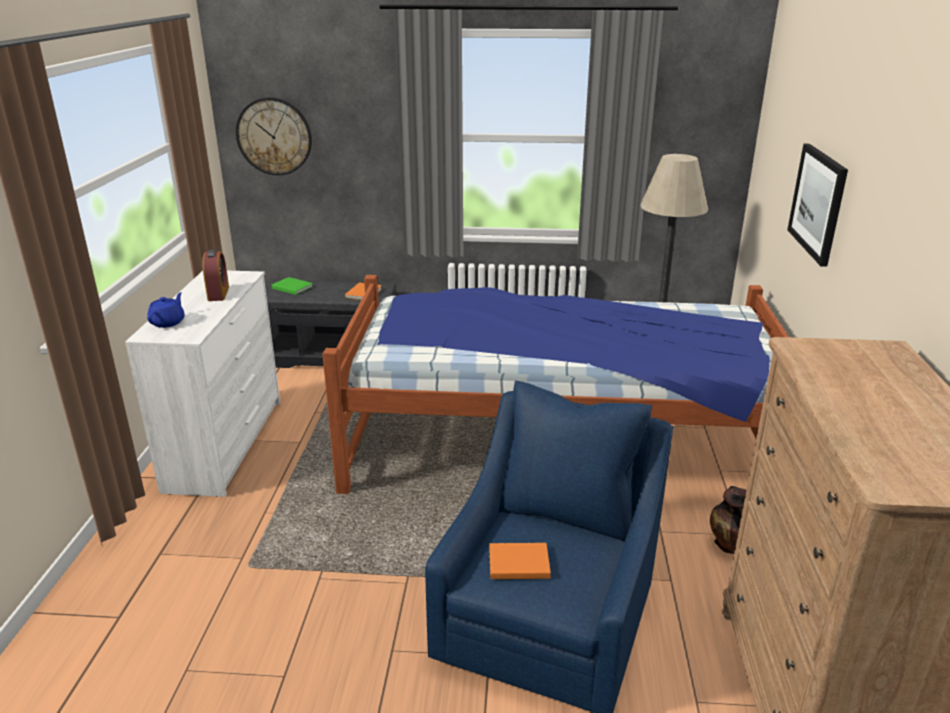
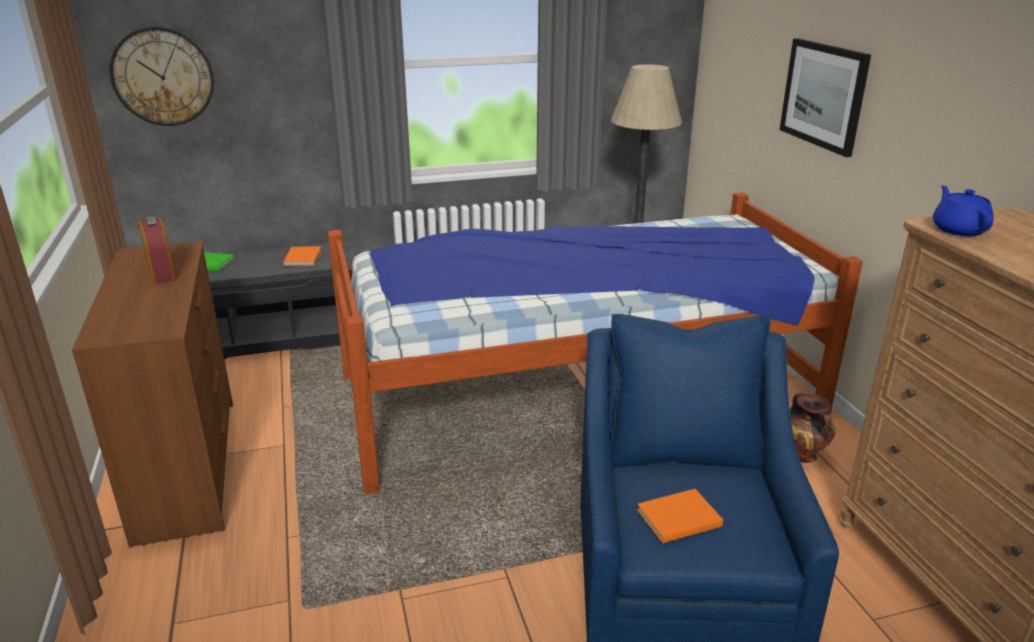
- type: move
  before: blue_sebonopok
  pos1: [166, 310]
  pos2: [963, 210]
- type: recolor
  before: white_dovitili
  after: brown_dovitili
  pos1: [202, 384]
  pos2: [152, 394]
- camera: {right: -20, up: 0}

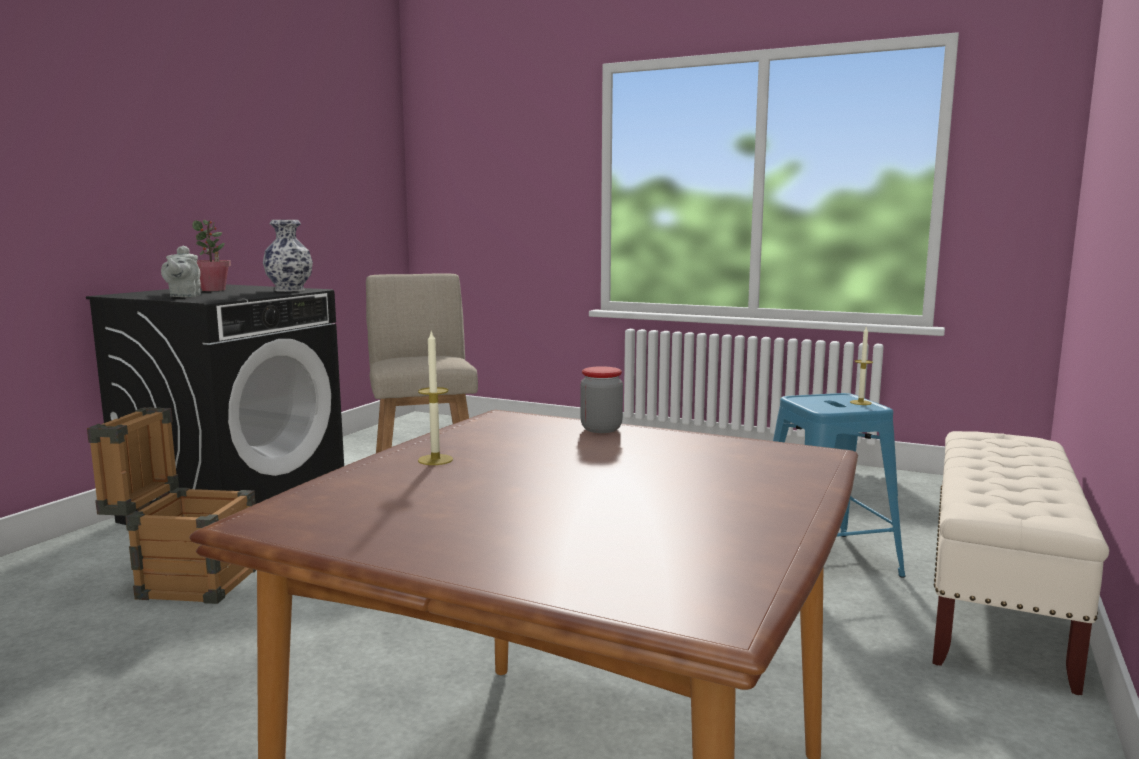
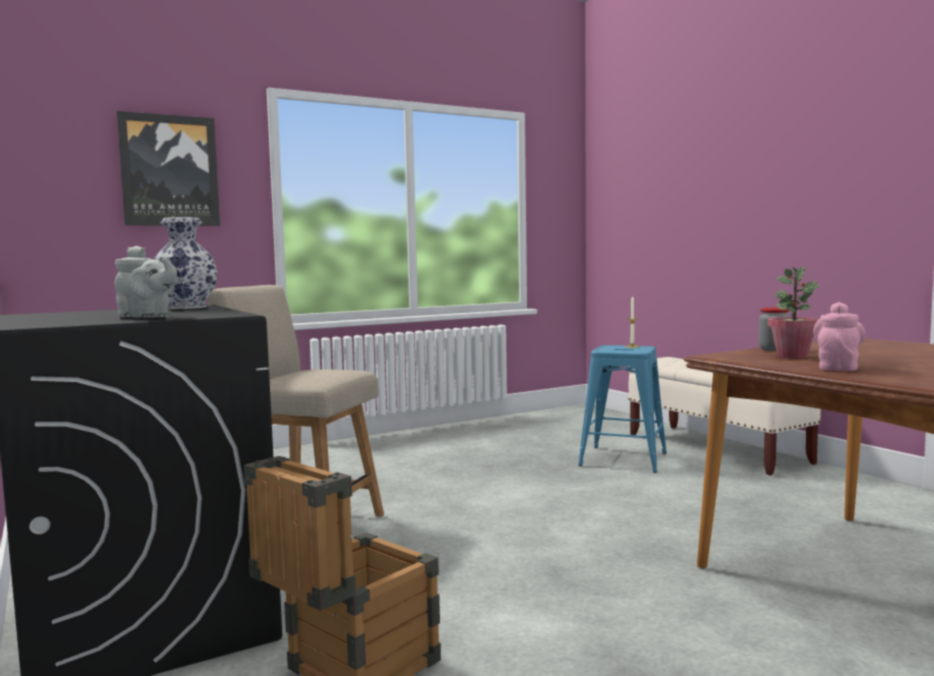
- type: insert
  after: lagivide
  pos2: [168, 168]
- type: move
  before: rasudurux
  pos1: [211, 255]
  pos2: [793, 313]
- type: replace
  before: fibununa
  after: pink_sebonopok
  pos1: [435, 397]
  pos2: [839, 336]
- camera: {right: -55, up: -5}

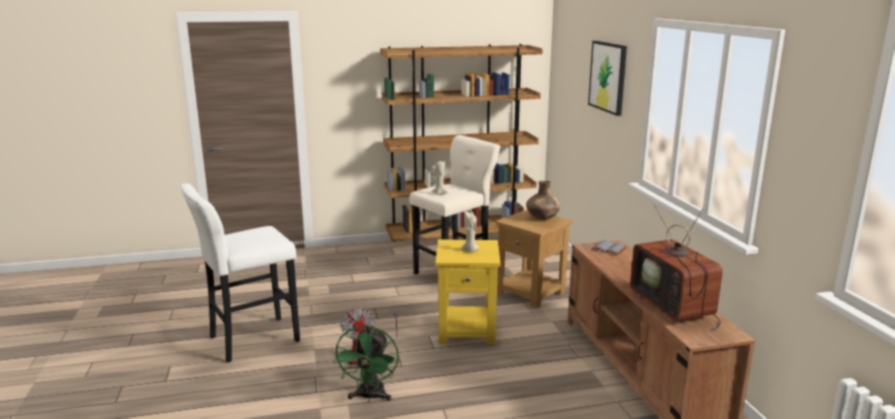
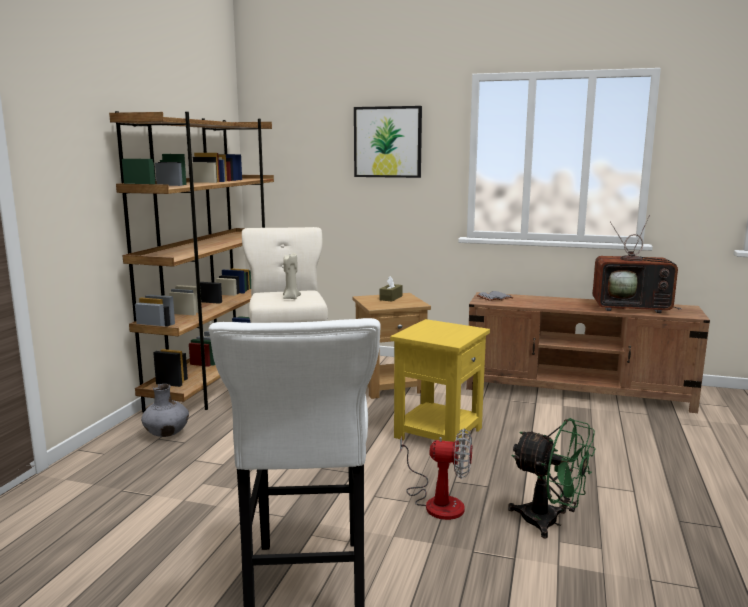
- type: delete
  before: beige_fibununa
  pos1: [470, 232]
- type: insert
  after: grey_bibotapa
  pos2: [165, 410]
- type: replace
  before: brown_bibotapa
  after: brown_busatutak
  pos1: [543, 200]
  pos2: [391, 289]
- camera: {right: -60, up: -5}

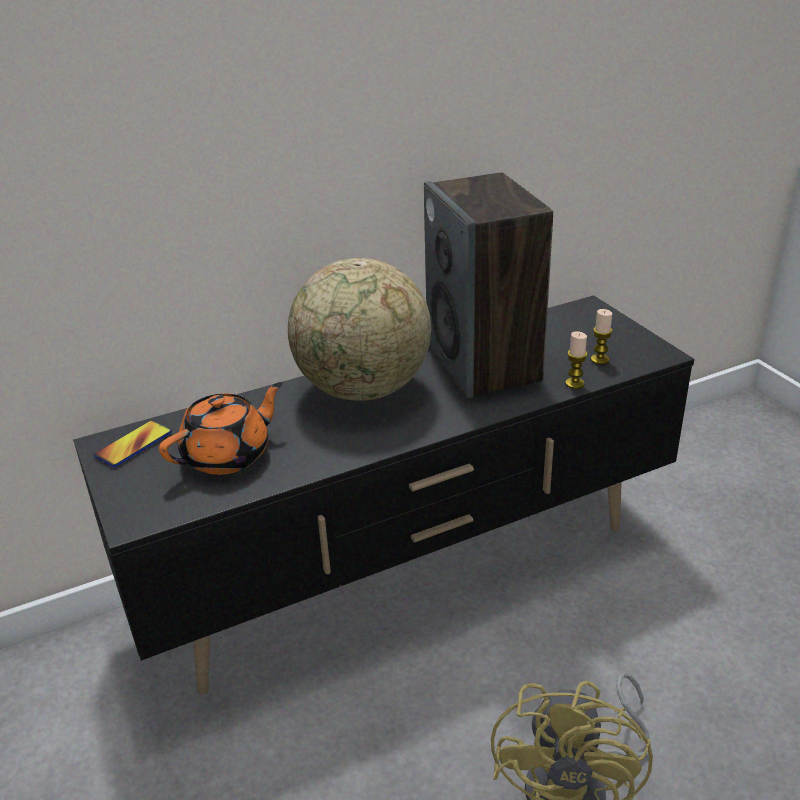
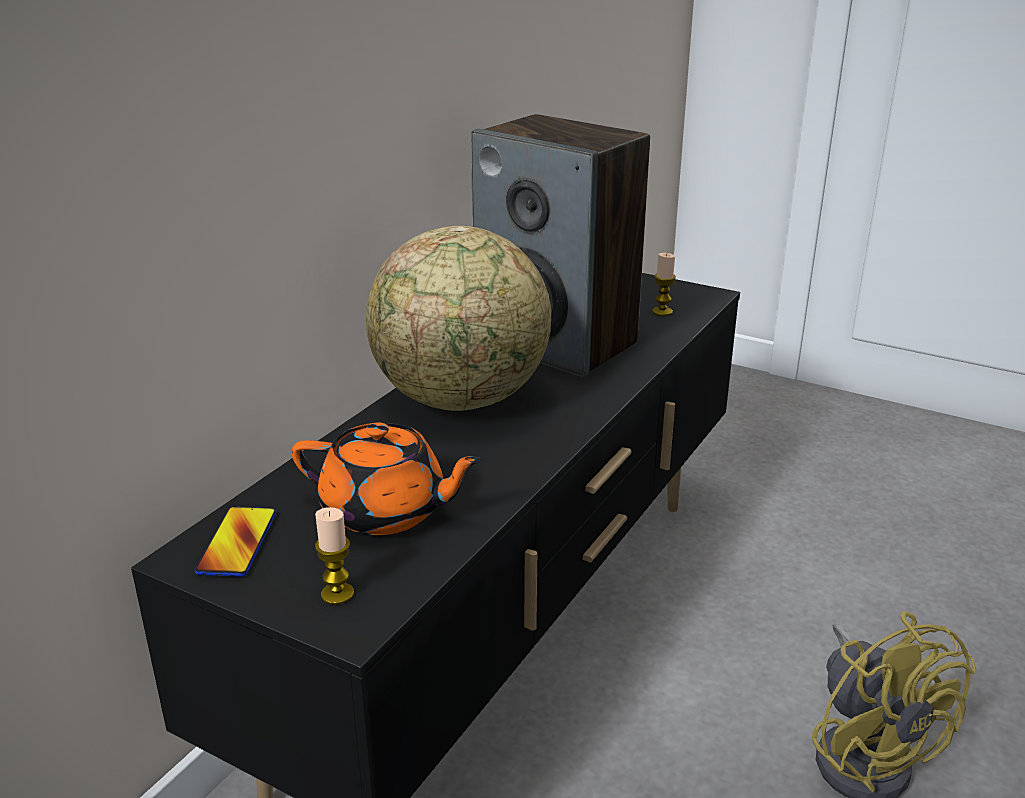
- type: move
  before: fibununa
  pos1: [576, 360]
  pos2: [334, 556]
- type: rotate
  before: orange_sebonopok
  pos1: [221, 428]
  pos2: [387, 478]
  turn: 90
- camera: {right: -35, up: -5}

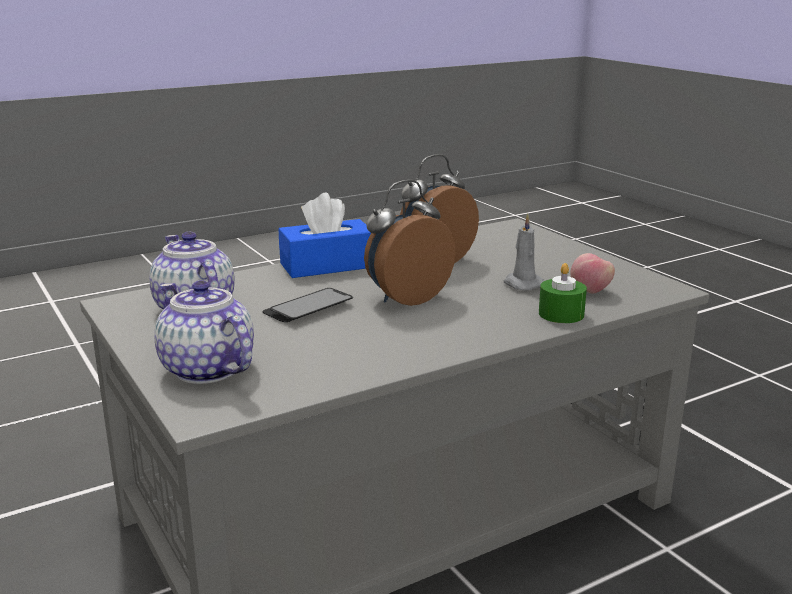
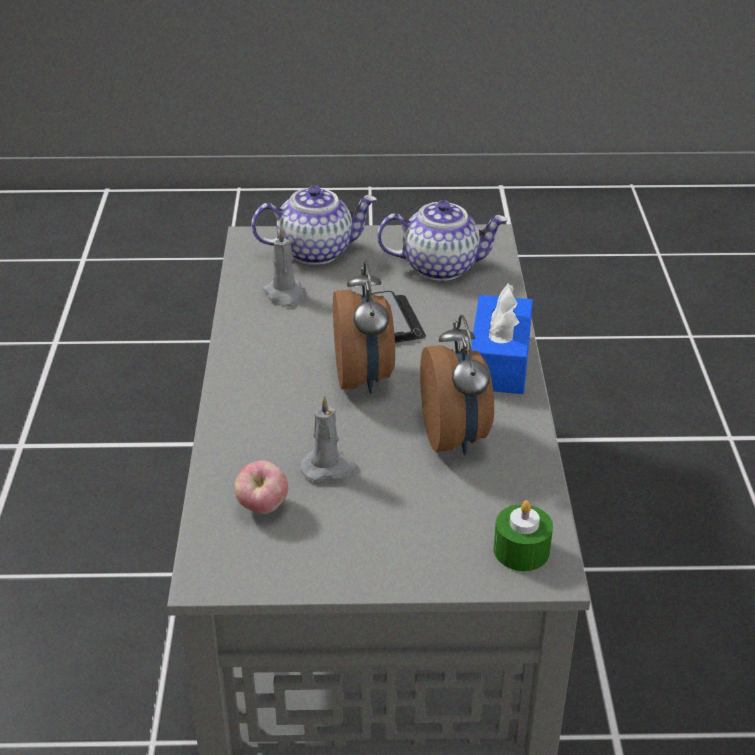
- type: insert
  after: grey_fibununa
  pos2: [283, 267]
- type: move
  before: green_fibununa
  pos1: [563, 293]
  pos2: [523, 535]
- camera: {right: 120, up: 15}

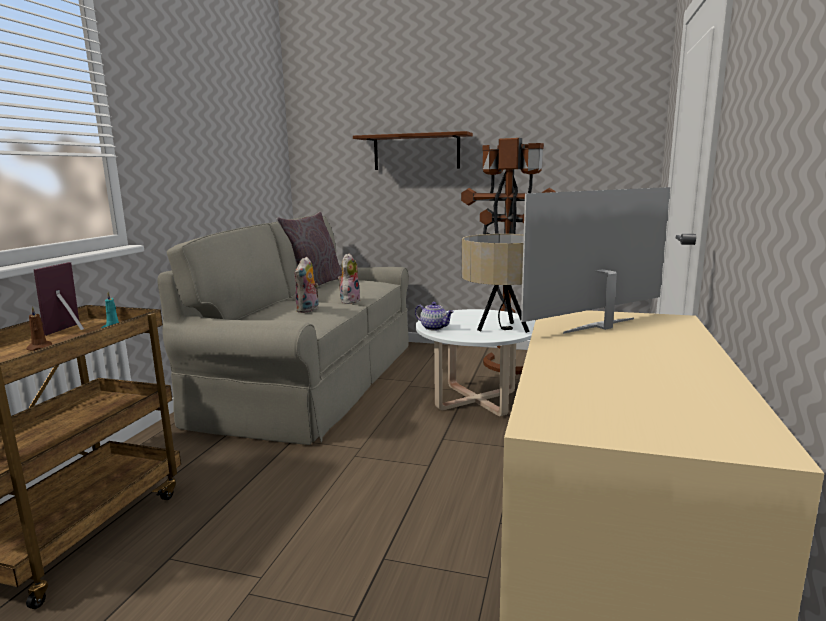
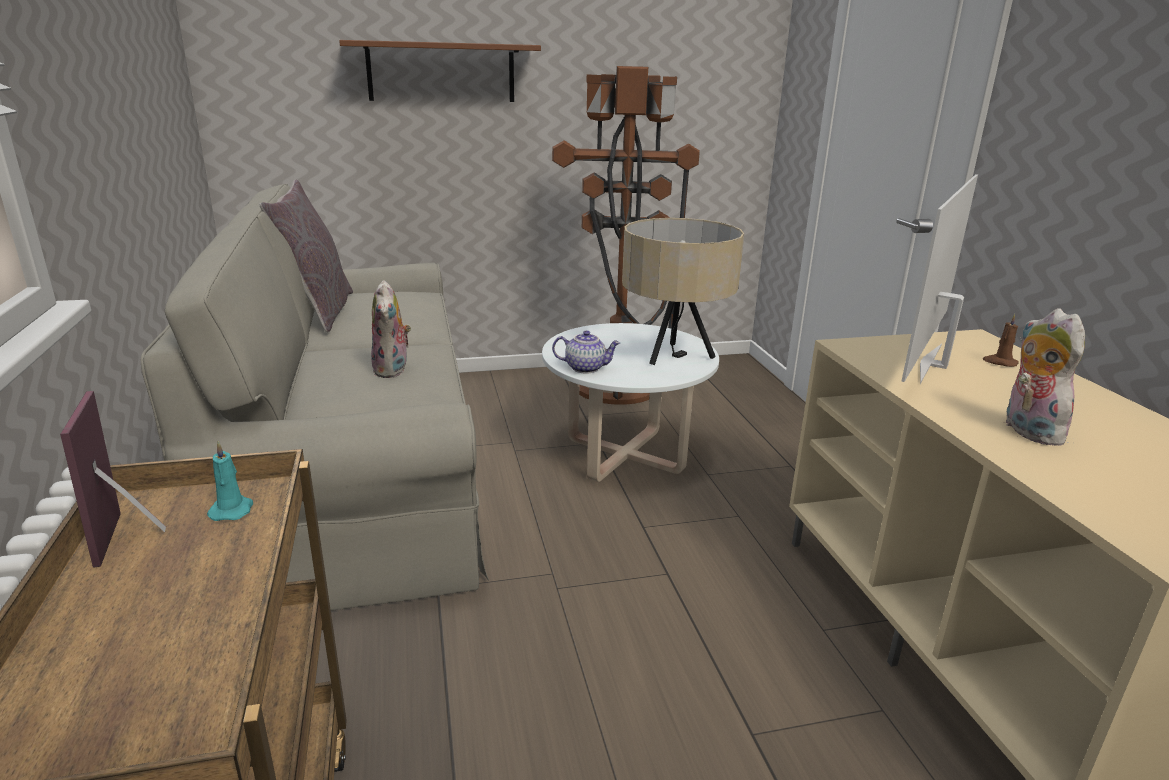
- type: move
  before: brown_fibununa
  pos1: [39, 328]
  pos2: [1001, 340]
- type: move
  before: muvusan
  pos1: [349, 278]
  pos2: [1045, 377]
- camera: {right: -30, up: 10}

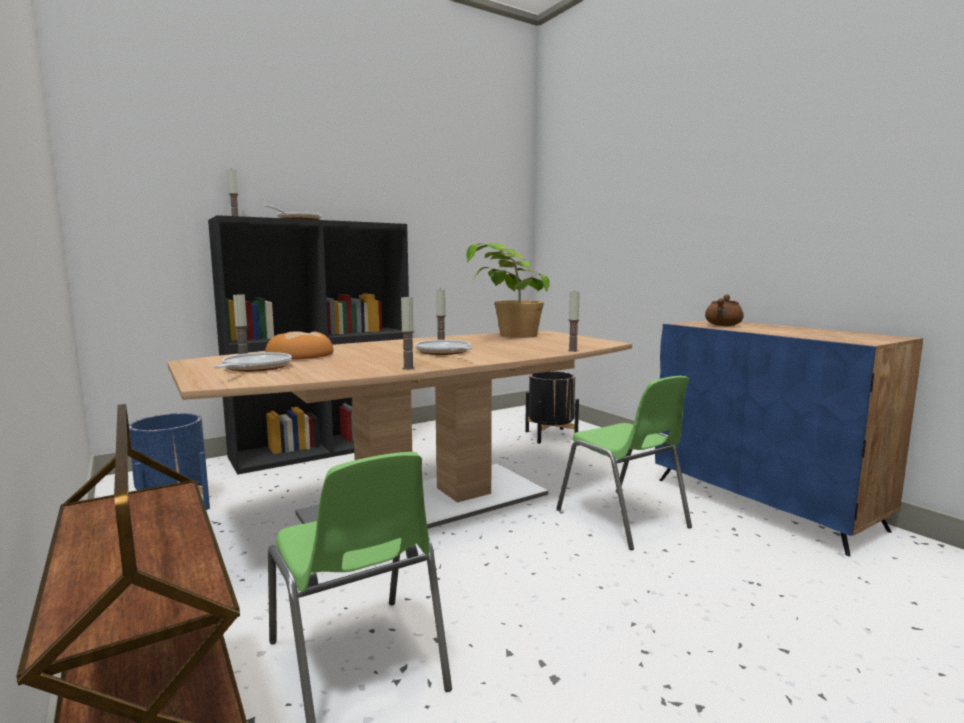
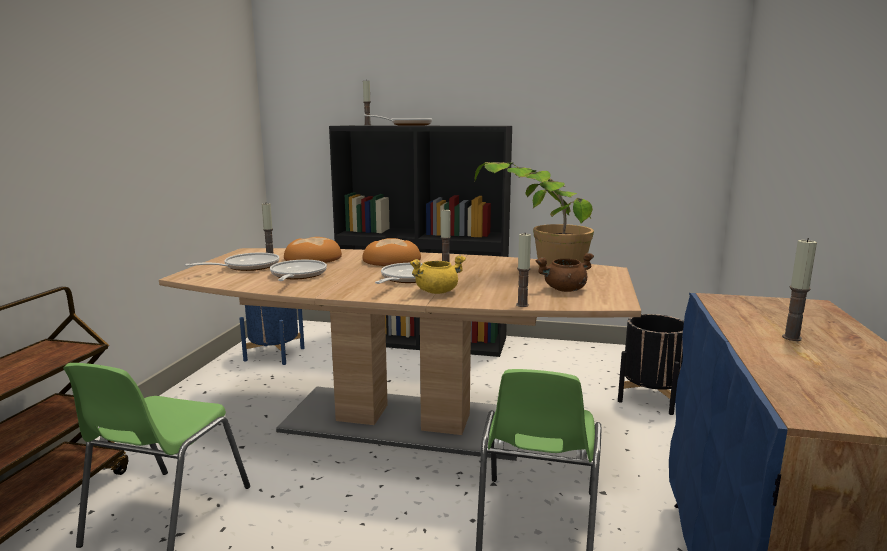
- type: insert
  after: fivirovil
  pos2: [298, 270]
- type: insert
  after: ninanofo
  pos2: [391, 252]
- type: insert
  after: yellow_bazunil
  pos2: [438, 274]
- type: move
  before: fibununa
  pos1: [408, 333]
  pos2: [799, 289]
- type: move
  before: brown_bazunil
  pos1: [724, 310]
  pos2: [564, 272]
- camera: {right: 45, up: 5}

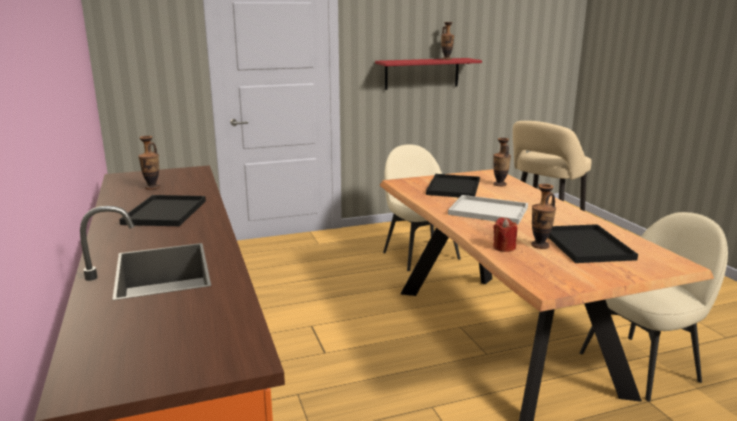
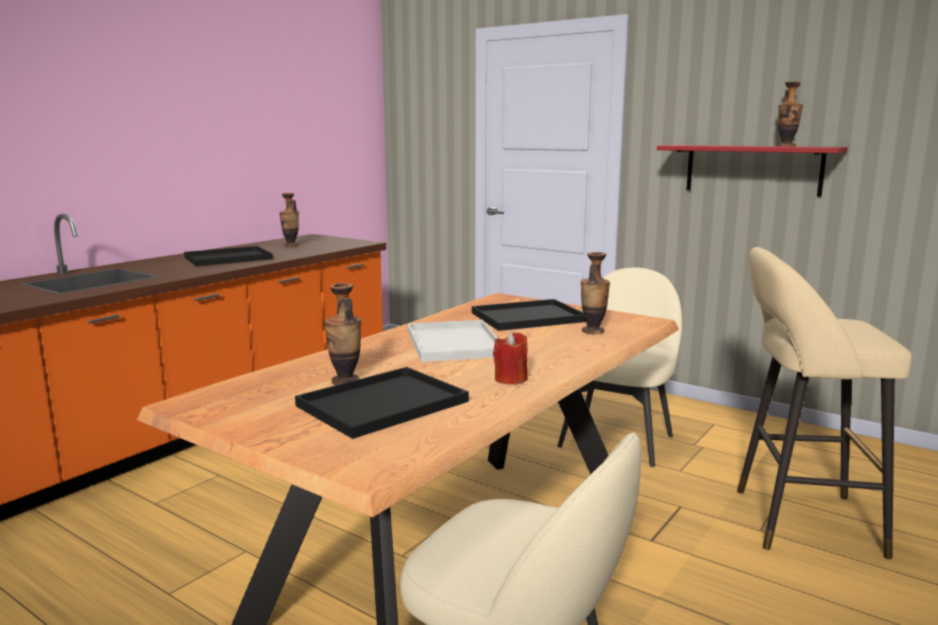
- type: move
  before: red_fibununa
  pos1: [505, 234]
  pos2: [510, 358]
- camera: {right: 55, up: -5}

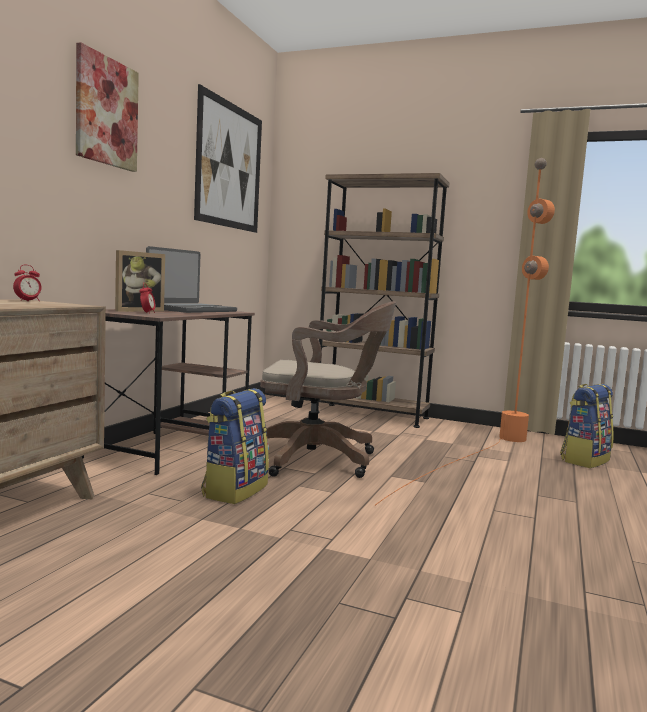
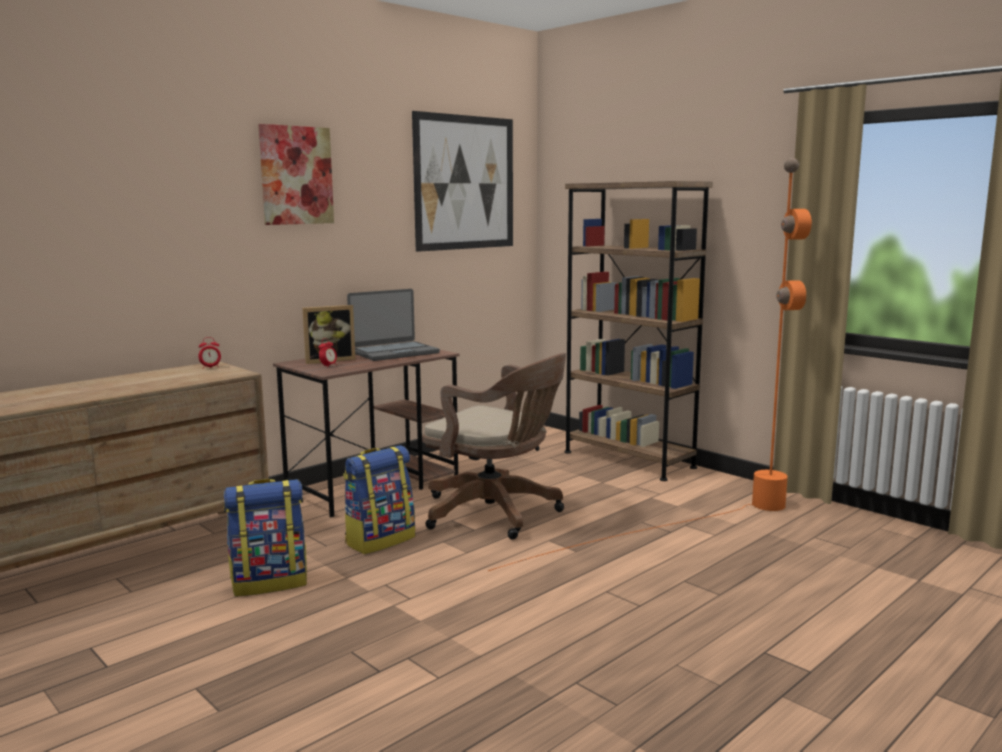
- type: move
  before: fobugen
  pos1: [587, 426]
  pos2: [265, 538]
- camera: {right: 25, up: 5}

